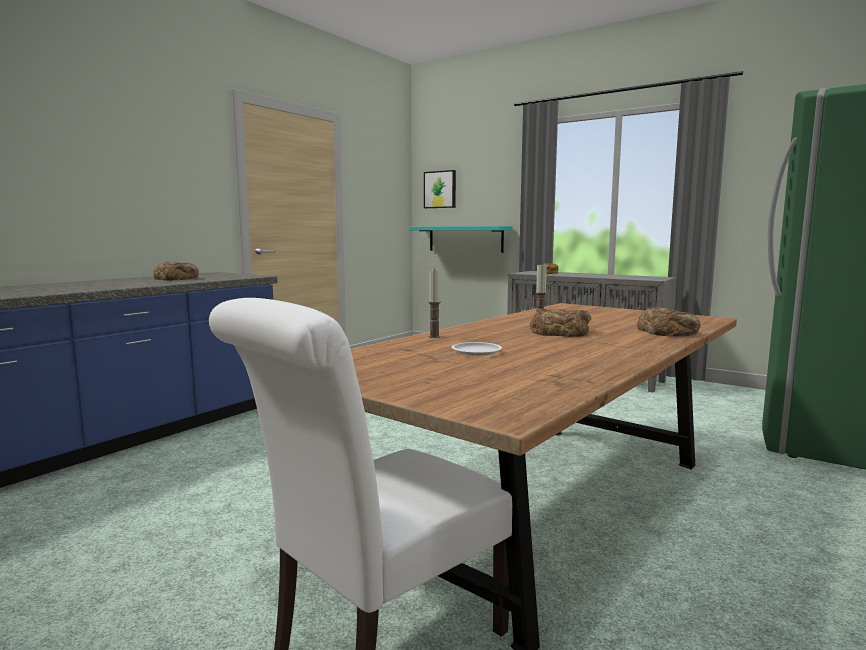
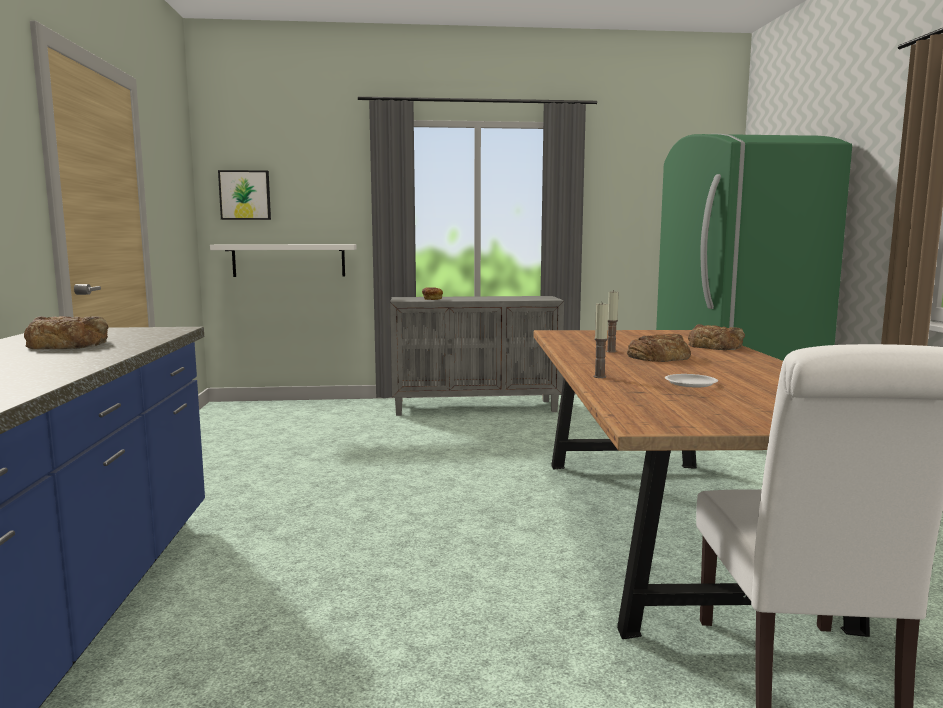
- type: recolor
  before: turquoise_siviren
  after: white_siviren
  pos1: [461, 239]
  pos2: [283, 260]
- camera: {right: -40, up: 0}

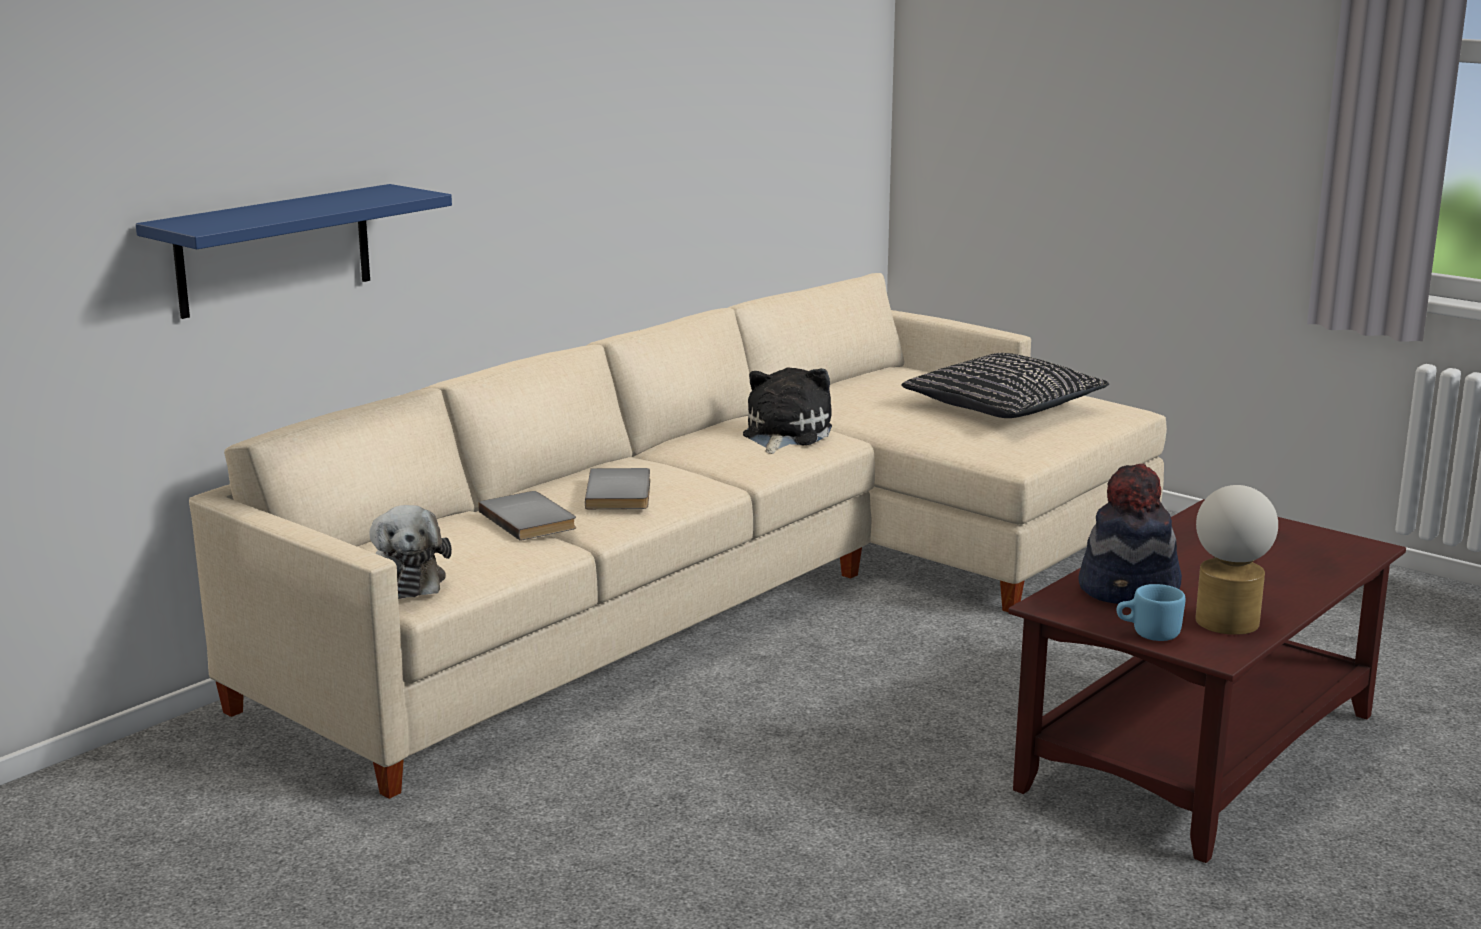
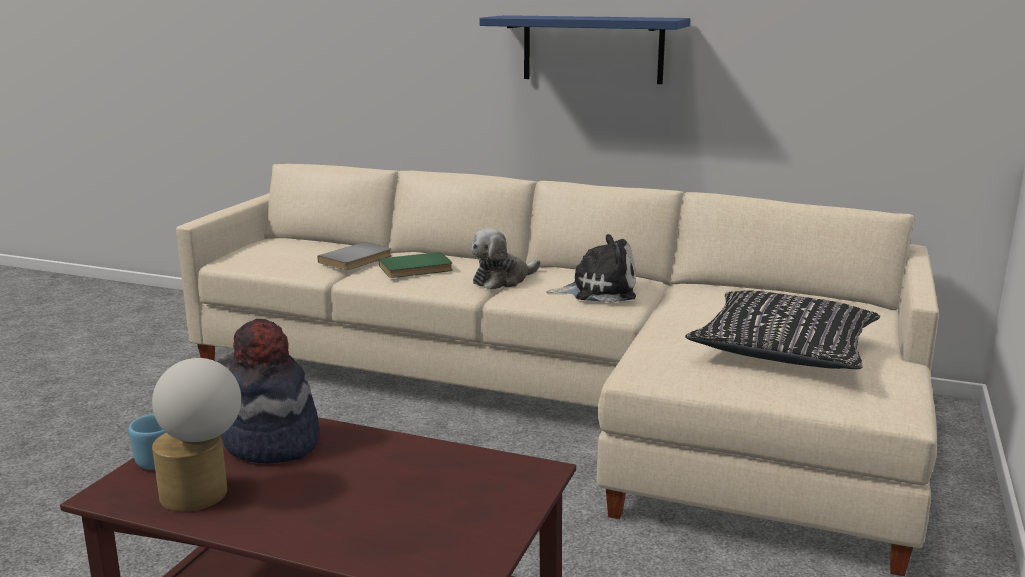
- type: move
  before: blue_siviren
  pos1: [294, 251]
  pos2: [585, 49]
- type: move
  before: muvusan
  pos1: [411, 552]
  pos2: [506, 259]
- type: recolor
  before: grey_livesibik
  after: green_livesibik
  pos1: [617, 488]
  pos2: [416, 265]
- camera: {right: 70, up: 0}

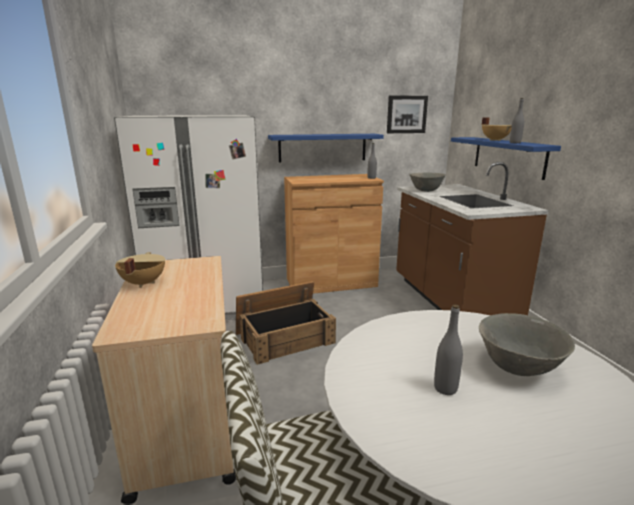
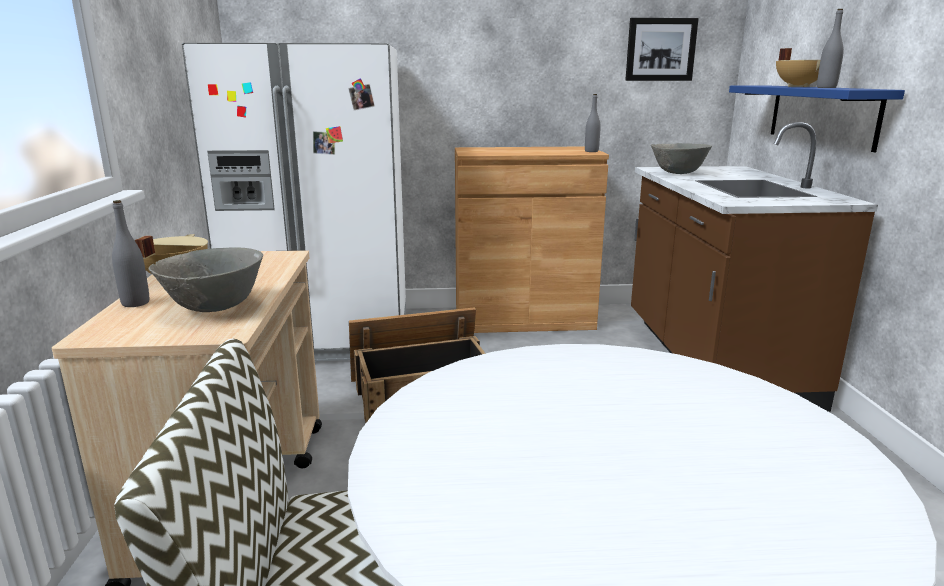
- type: delete
  before: blue_siviren
  pos1: [326, 148]
- type: move
  before: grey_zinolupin
  pos1: [448, 349]
  pos2: [130, 253]
- type: move
  before: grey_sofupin
  pos1: [527, 344]
  pos2: [205, 279]
- camera: {right: 10, up: 0}

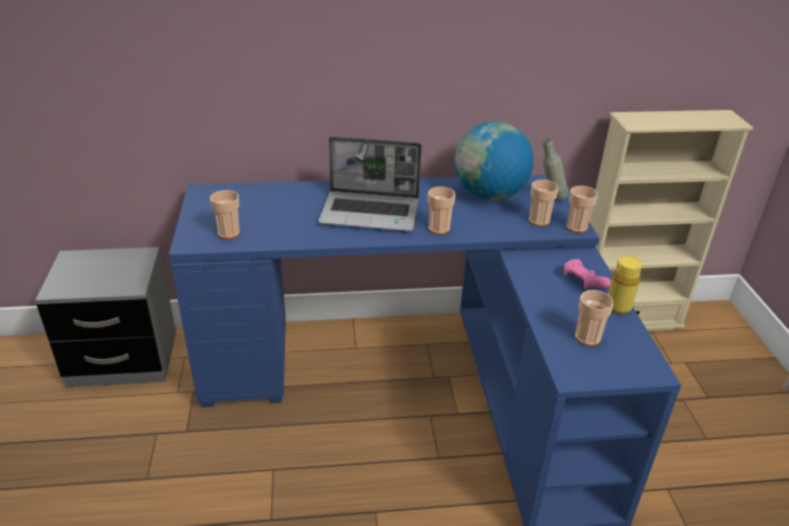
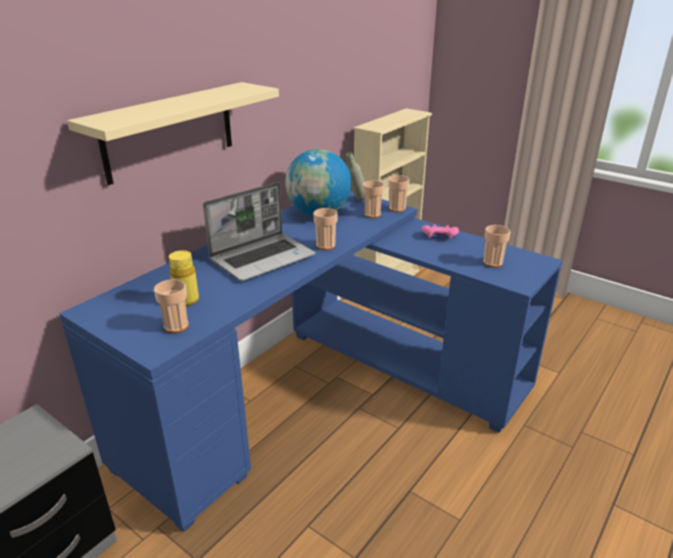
- type: insert
  after: beige_siviren
  pos2: [173, 133]
- type: move
  before: yellow_zinolupin
  pos1: [625, 285]
  pos2: [184, 278]
- camera: {right: -45, up: -5}

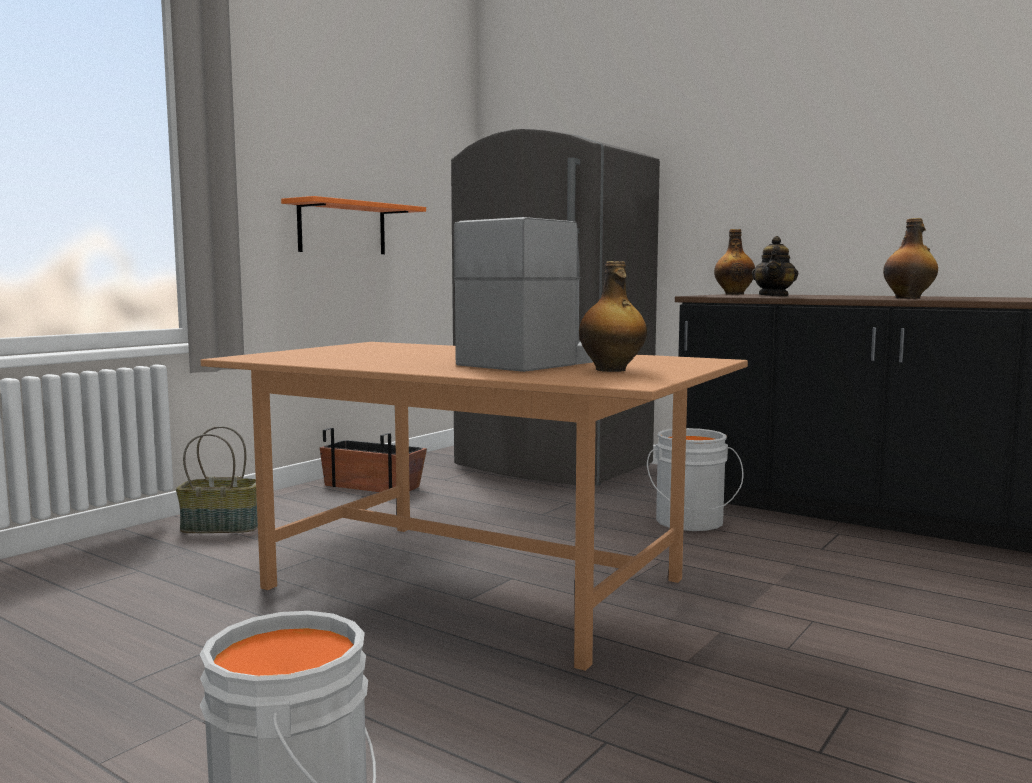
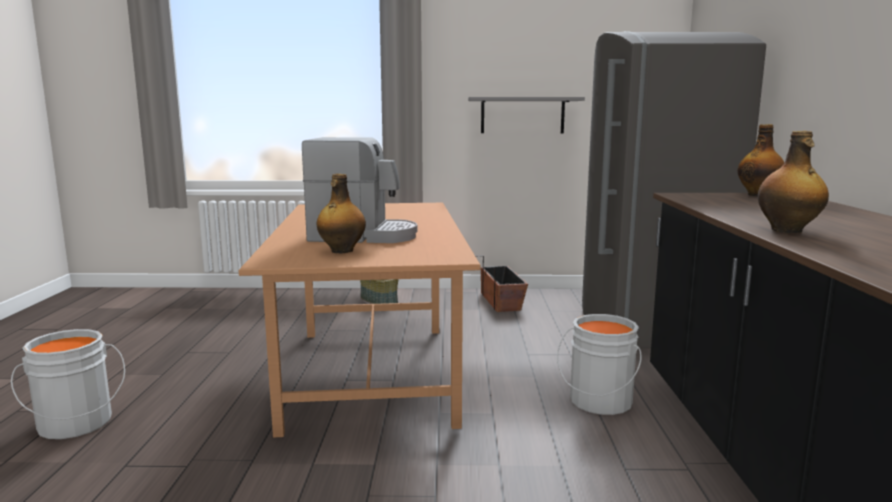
- type: delete
  before: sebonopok
  pos1: [775, 266]
- type: recolor
  before: orange_siviren
  after: grey_siviren
  pos1: [353, 225]
  pos2: [526, 115]
- camera: {right: 55, up: 5}

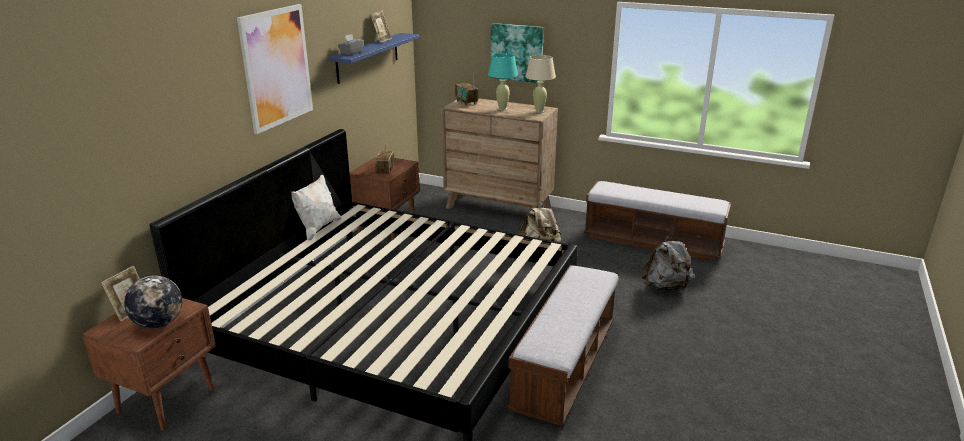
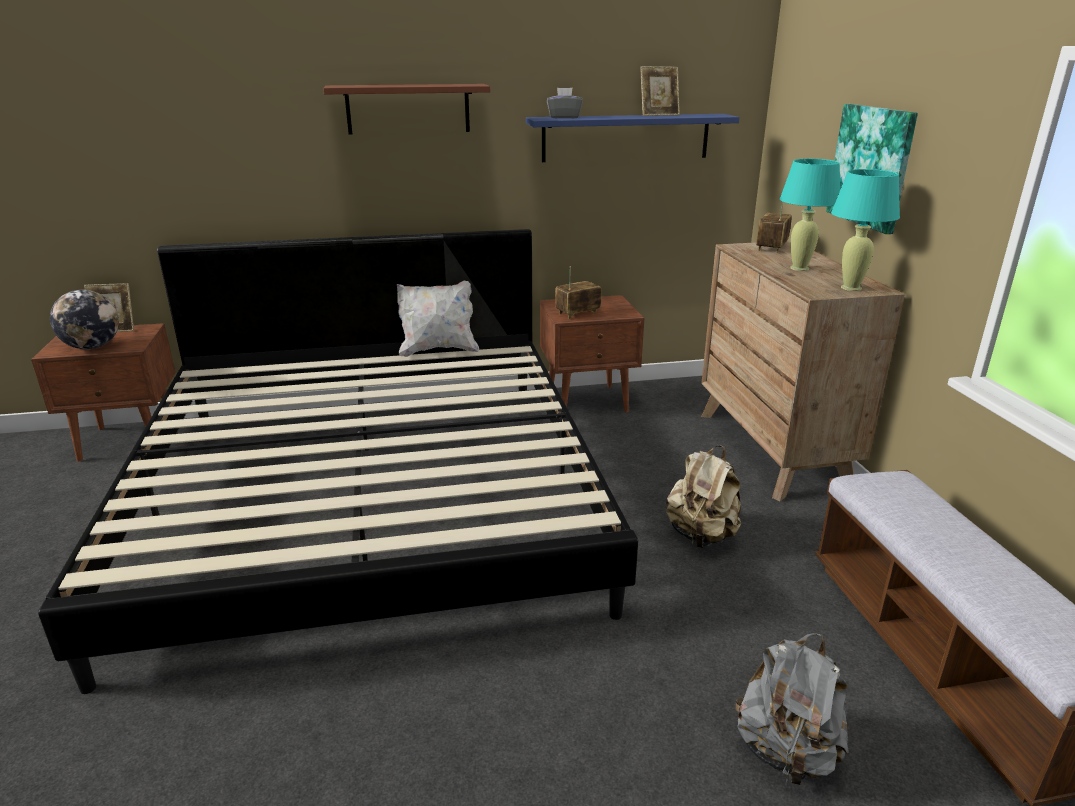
- type: delete
  before: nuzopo
  pos1: [563, 345]
- type: replace
  before: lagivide
  after: brown_siviren
  pos1: [275, 69]
  pos2: [406, 109]
- type: recolor
  before: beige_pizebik
  after: turquoise_pizebik
  pos1: [540, 84]
  pos2: [865, 230]
- camera: {right: 55, up: 0}

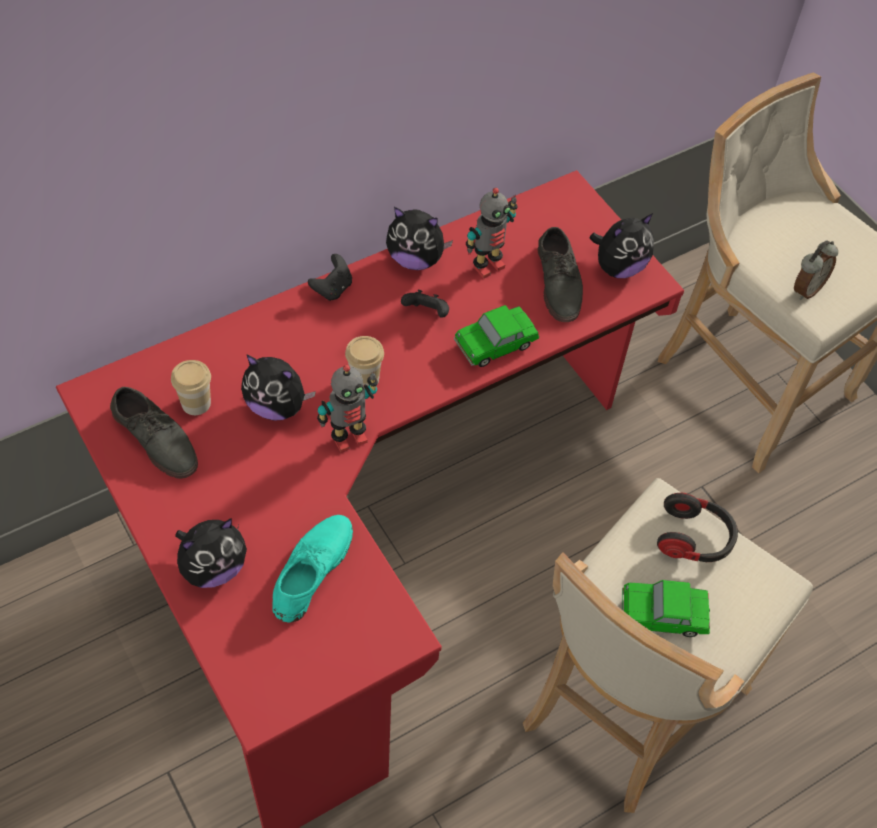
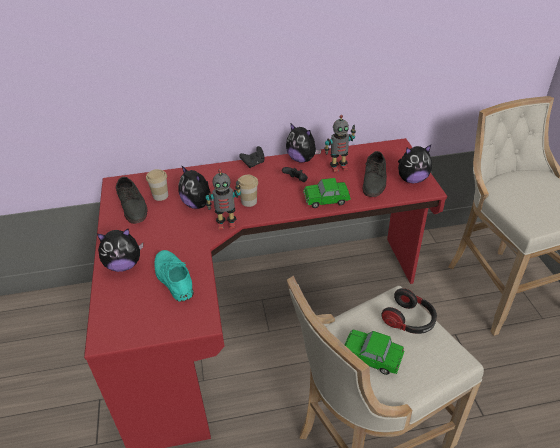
- type: delete
  before: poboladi
  pos1: [816, 270]
- type: rotate
  before: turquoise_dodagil
  pos1: [313, 569]
  pos2: [174, 276]
  turn: -75
- camera: {right: 25, up: -15}

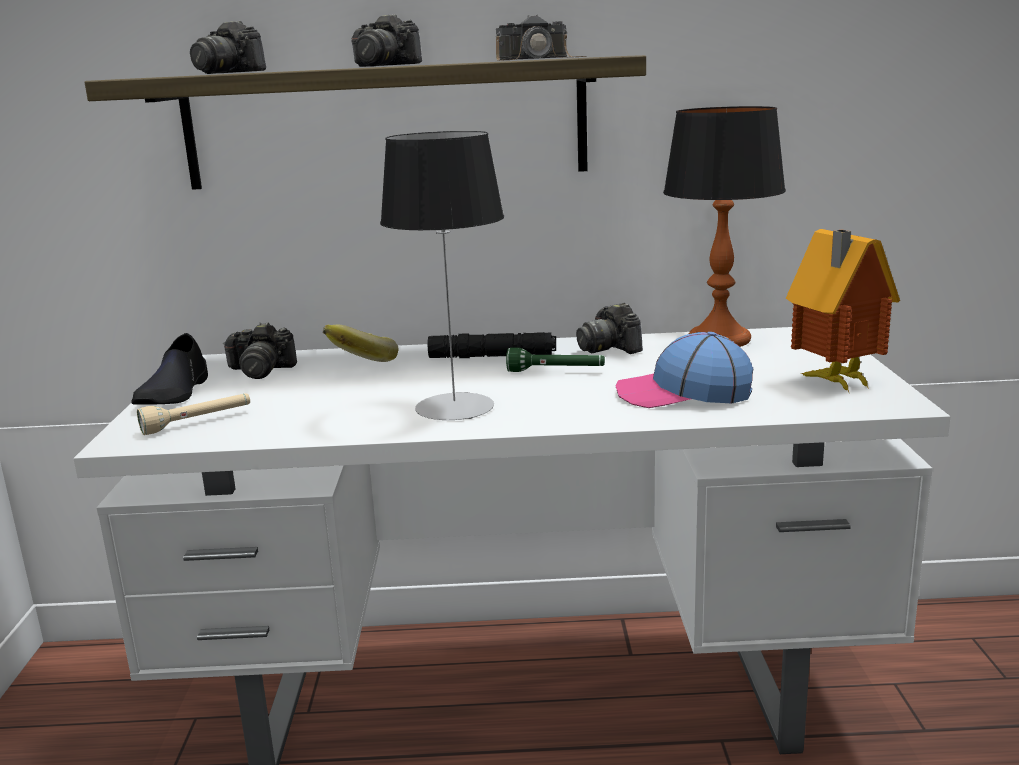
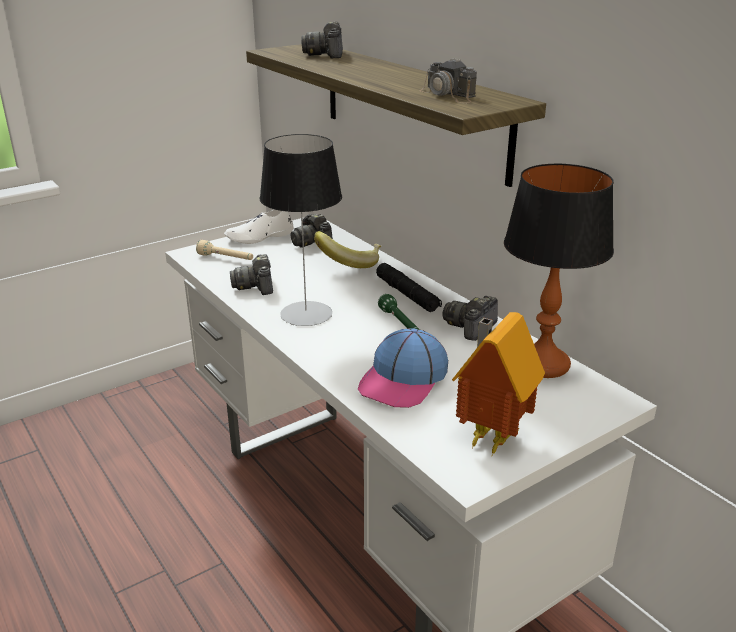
- type: move
  before: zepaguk
  pos1: [386, 40]
  pos2: [251, 274]
- type: recolor
  before: black_dodagil
  after: white_dodagil
  pos1: [170, 369]
  pos2: [258, 226]
- type: rotate
  before: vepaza
  pos1: [684, 370]
  pos2: [403, 368]
  turn: -120
- camera: {right: 55, up: 10}

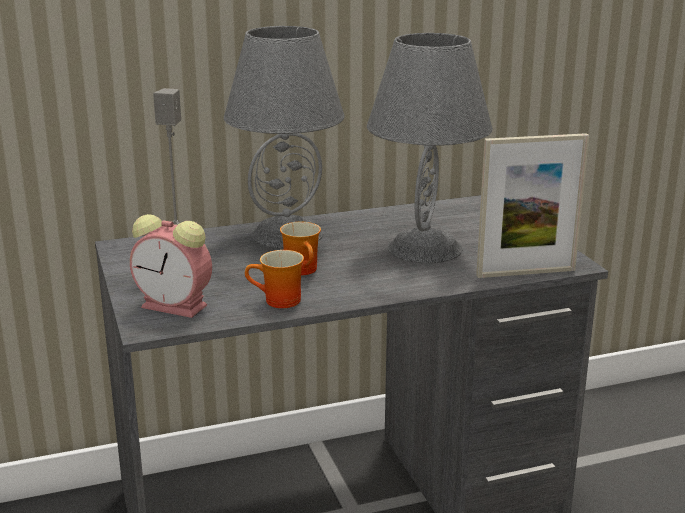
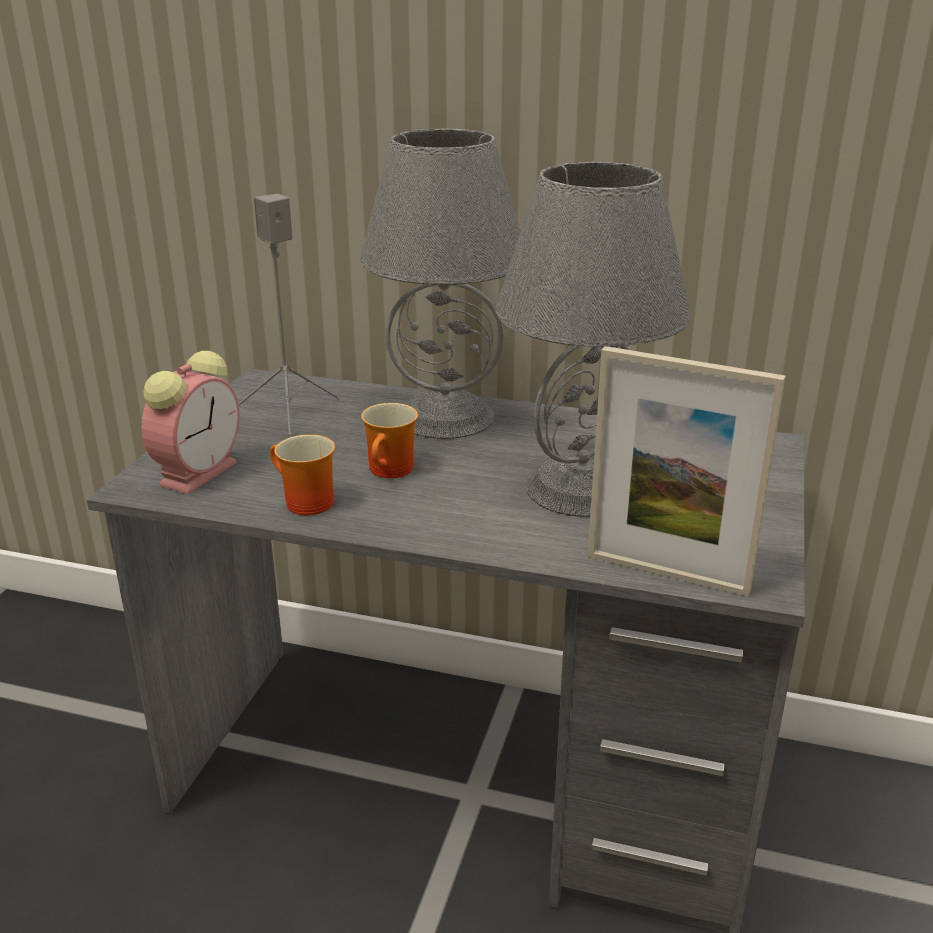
- type: rotate
  before: poboladi
  pos1: [171, 266]
  pos2: [190, 422]
  turn: -120
- camera: {right: 35, up: 5}

